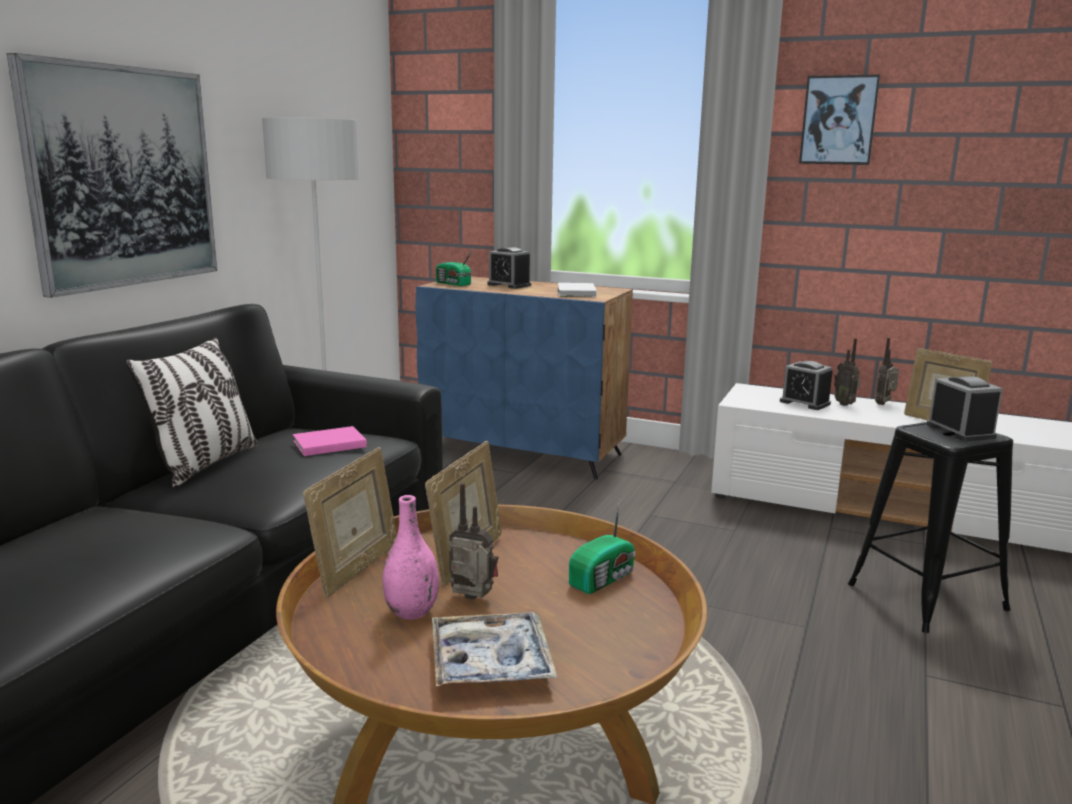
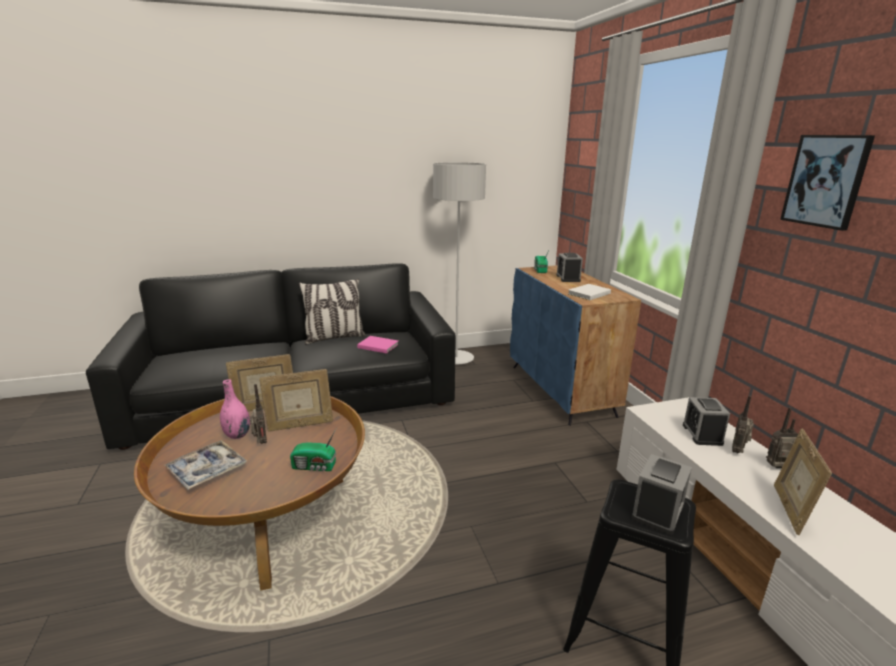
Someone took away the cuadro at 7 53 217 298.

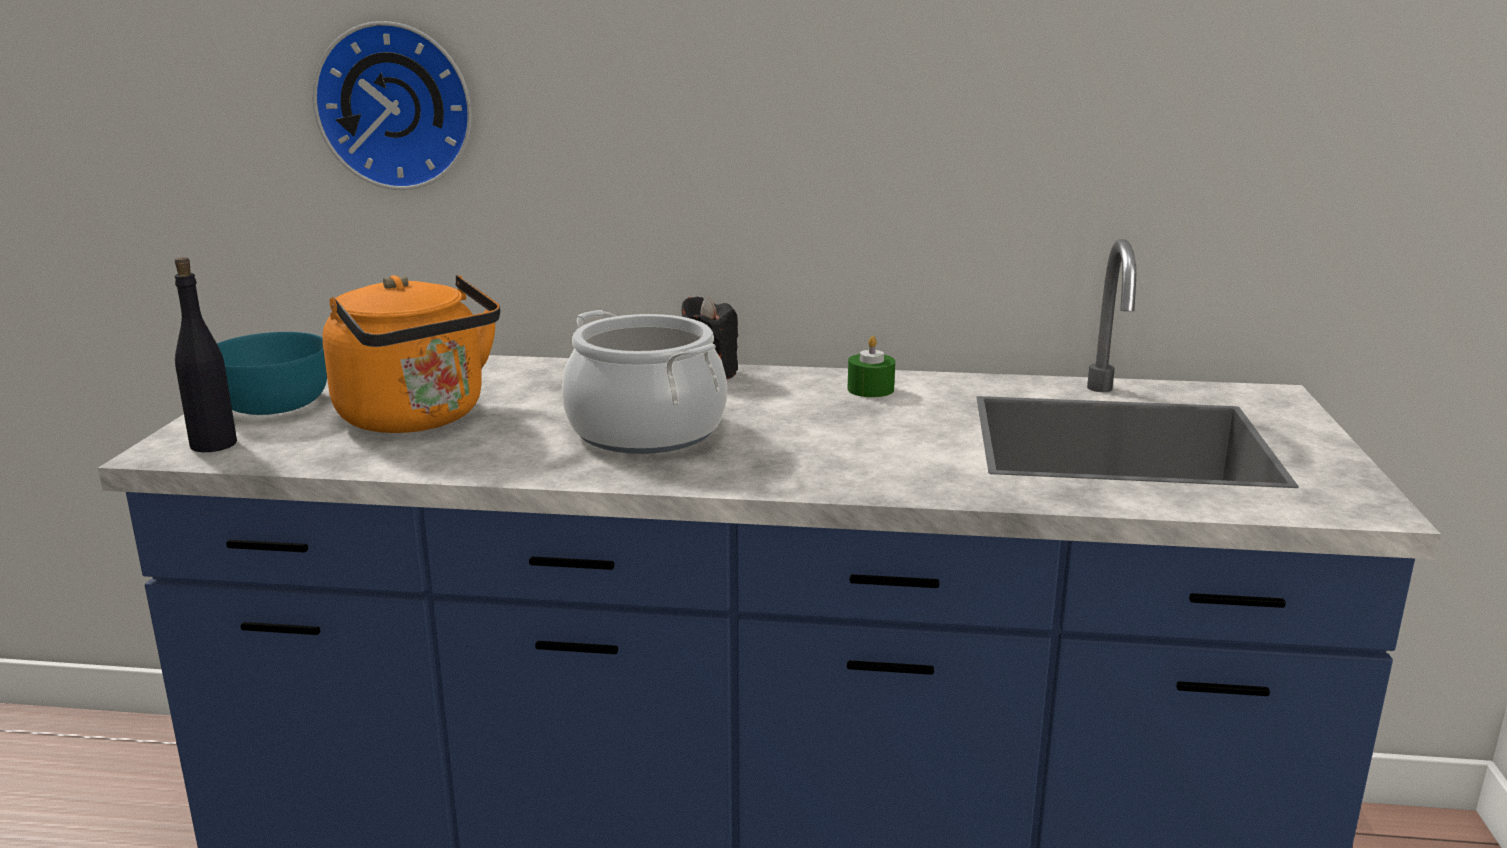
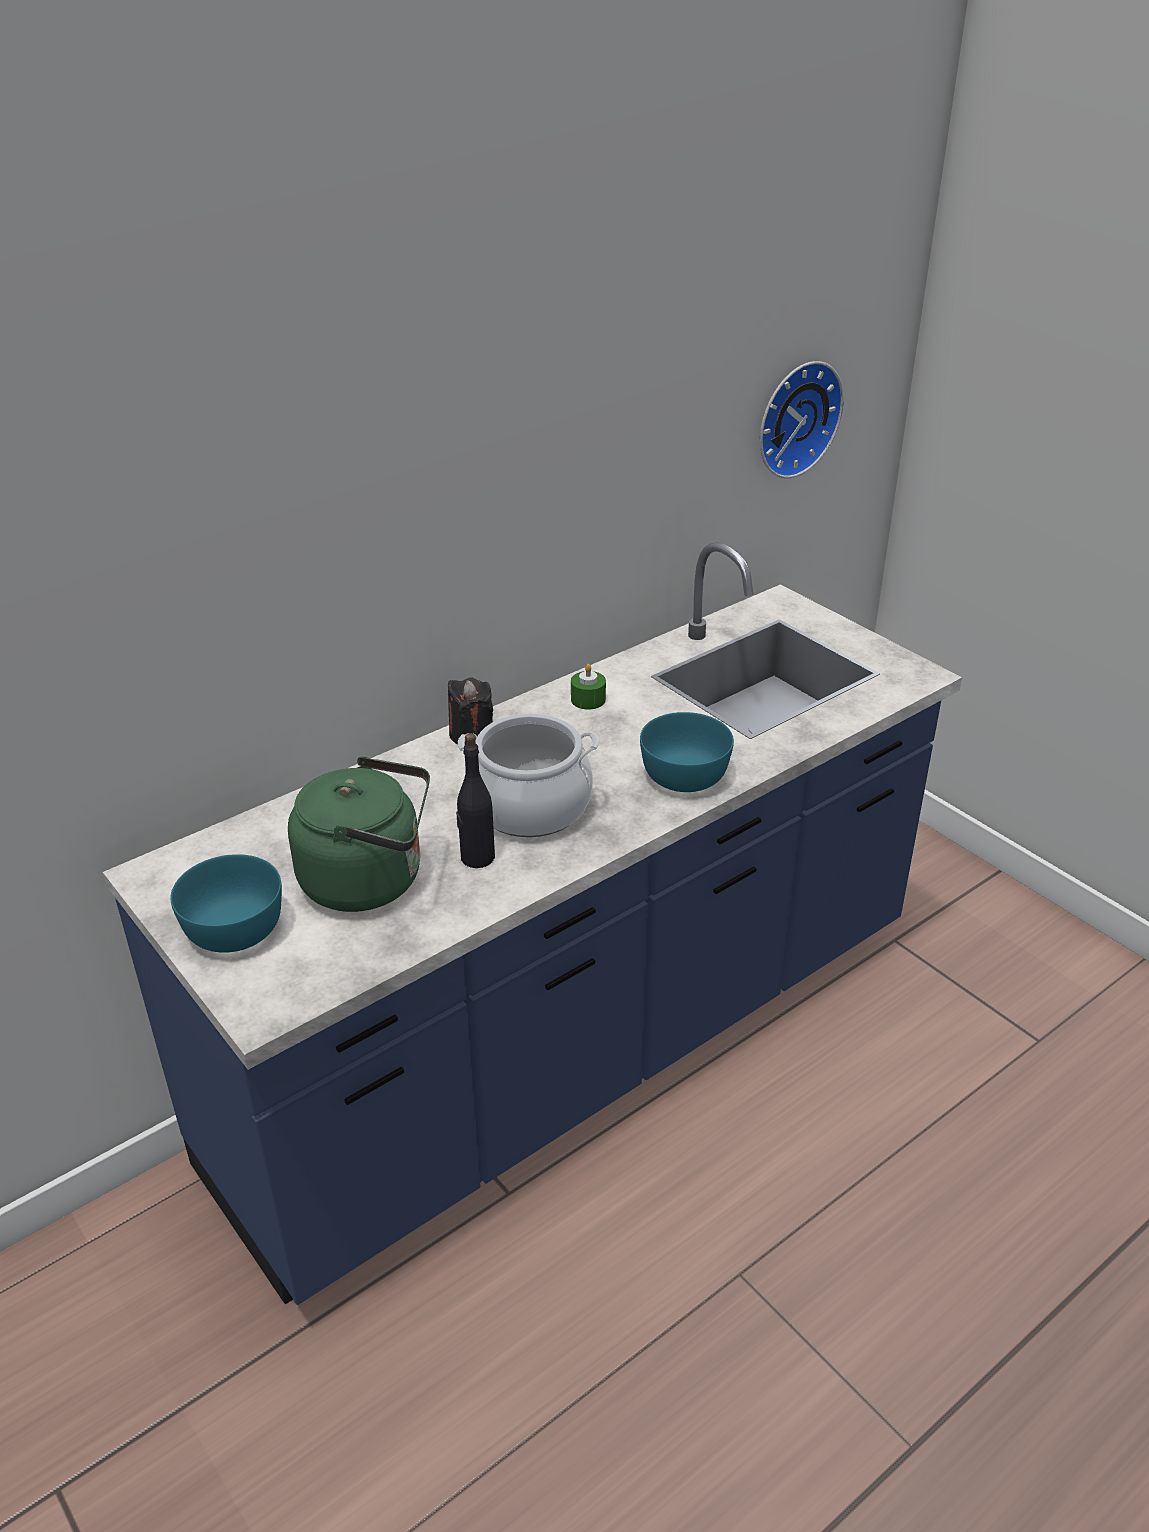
Someone repainted the hervidor/naranja at 322 275 500 433, which became the hervidor/verde at 288 756 430 912.
Someone carried the botella/negro from 175 257 237 452 to 456 733 495 868.
Someone put down the cuenco/turquesa at 640 712 734 792.
Someone carried the reloj de pared from 313 21 472 190 to 760 361 844 478.

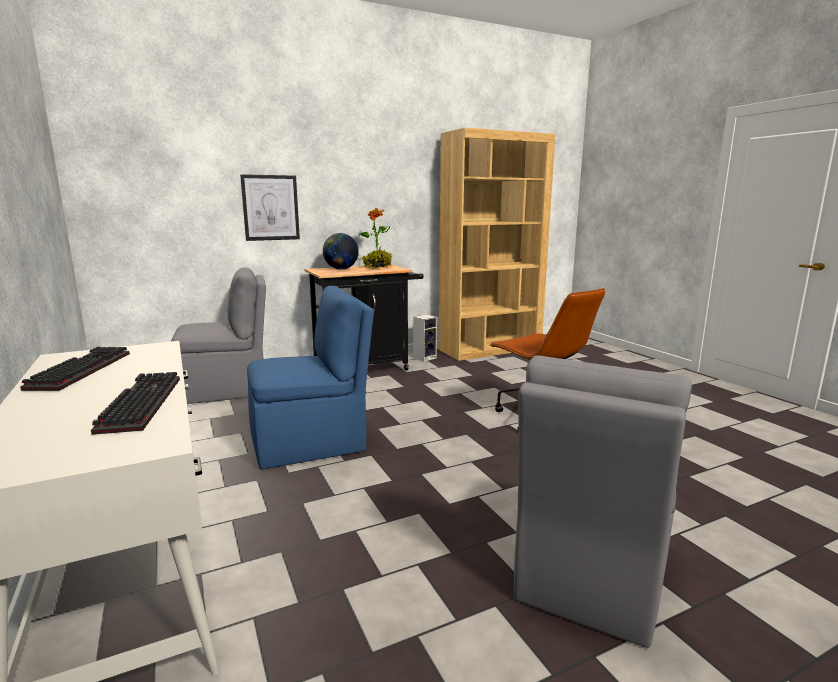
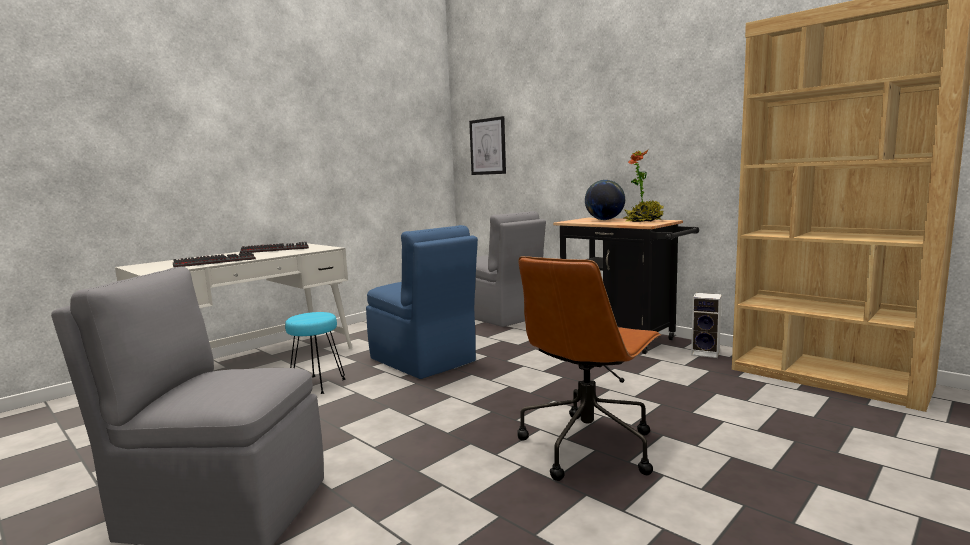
Someone put down the taburete/turquesa at 285 312 346 394.
Someone carried the cuadro from 240 174 300 241 to 469 116 506 175.

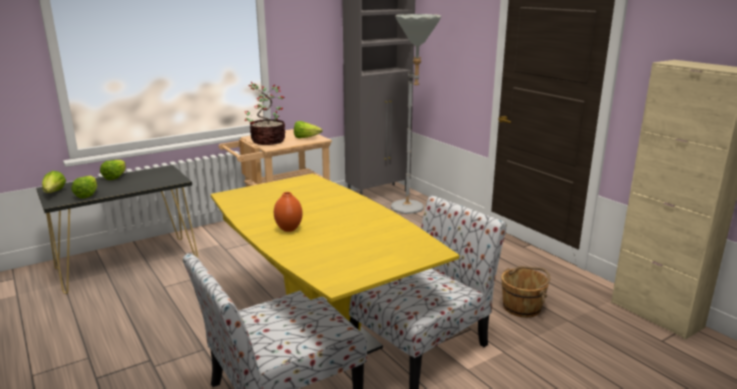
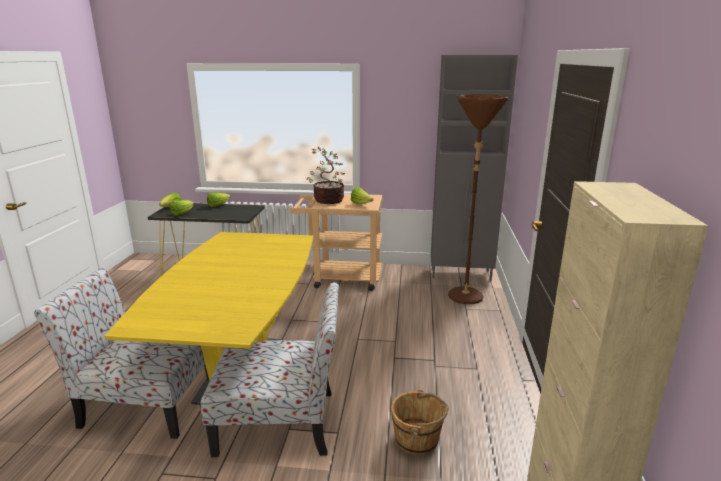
Someone repainted the lámpara de pie/gris at 391 14 441 214, which became the lámpara de pie/marrón at 448 94 508 304.
Someone took away the florero/naranja at 274 192 303 232.

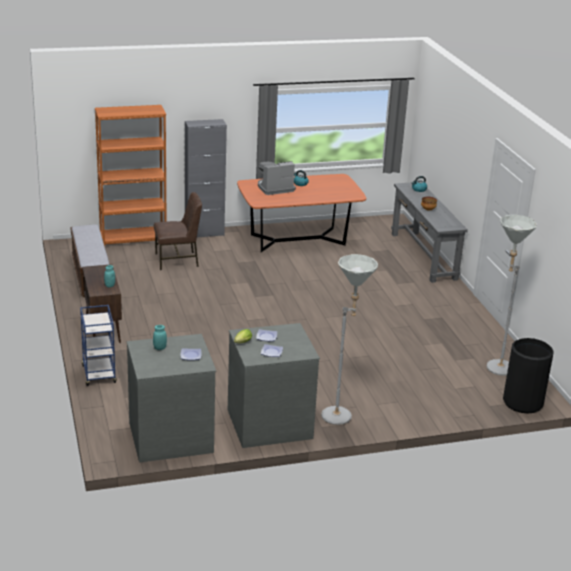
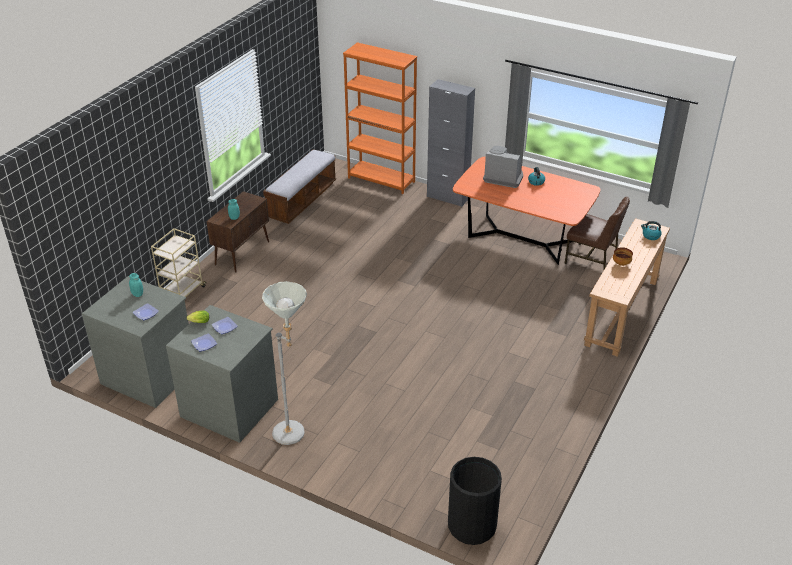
Someone repainted the carrito/azul at 80 305 117 386, which became the carrito/beis at 151 228 206 297.
Someone carried the silla/marrón from 154 192 202 270 to 565 197 630 271.
Someone repainted the mesa consola/gris at 391 183 468 283, which became the mesa consola/marrón at 584 218 670 357.
Someone took away the lámpara de pie/gris at 487 215 537 376.

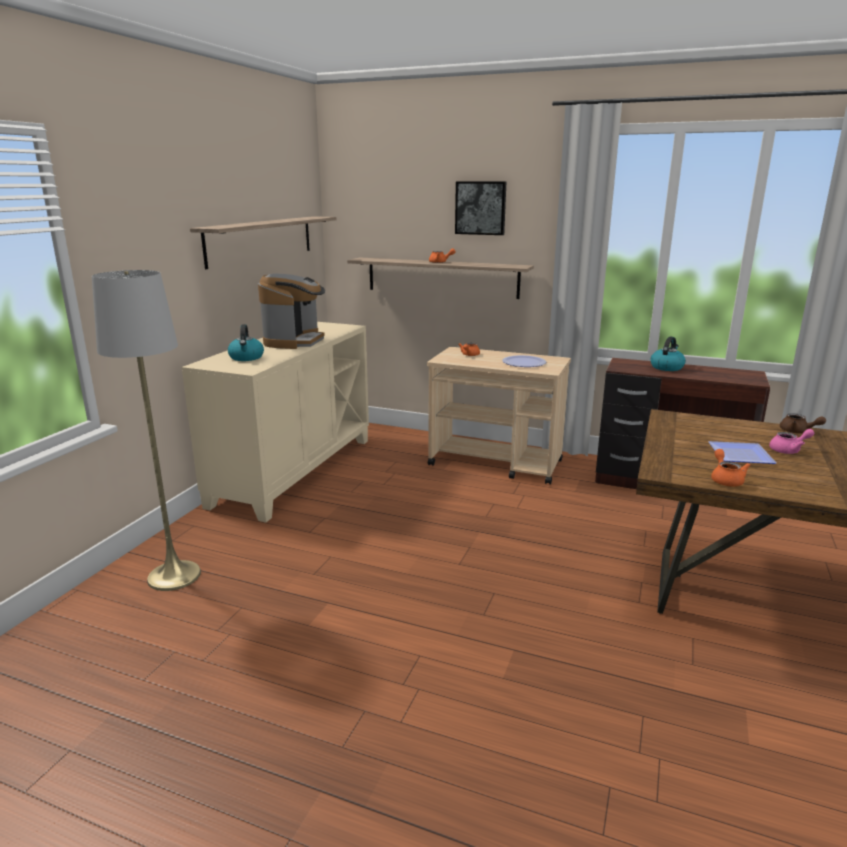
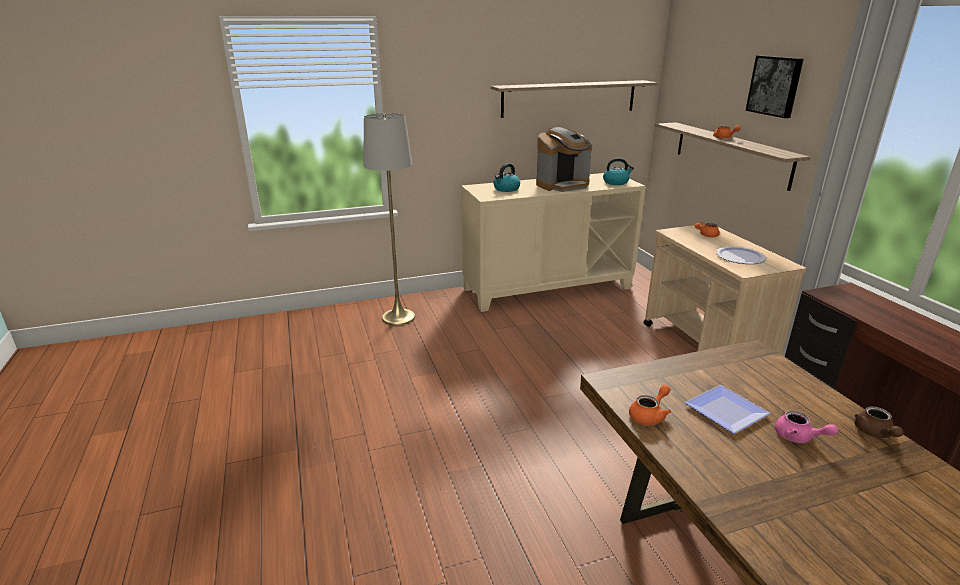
Someone carried the hervidor from 651 337 686 371 to 603 158 634 185.

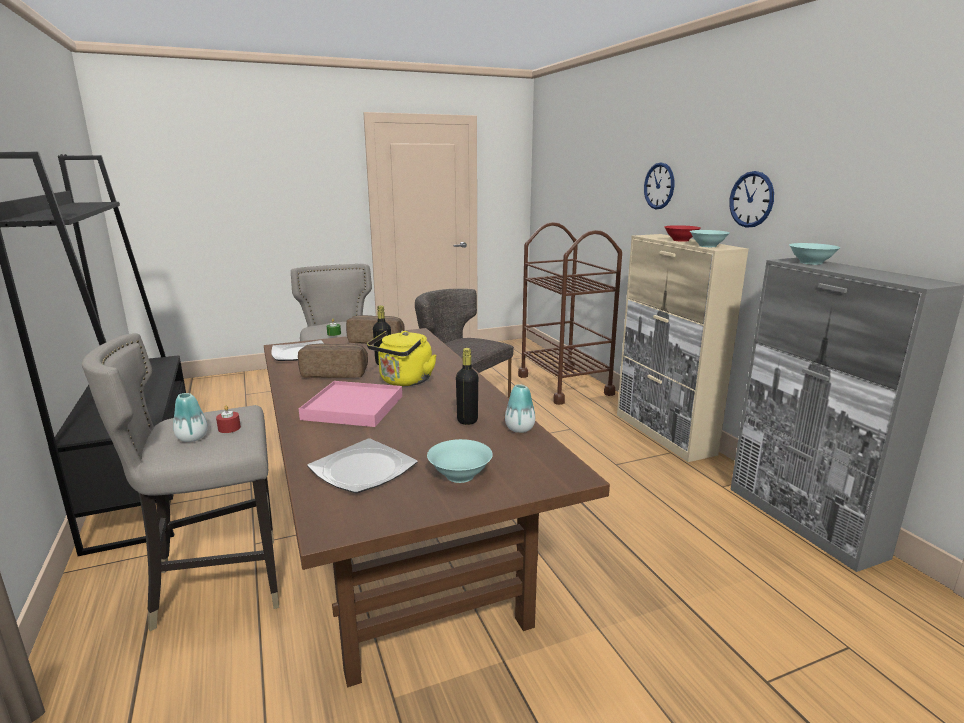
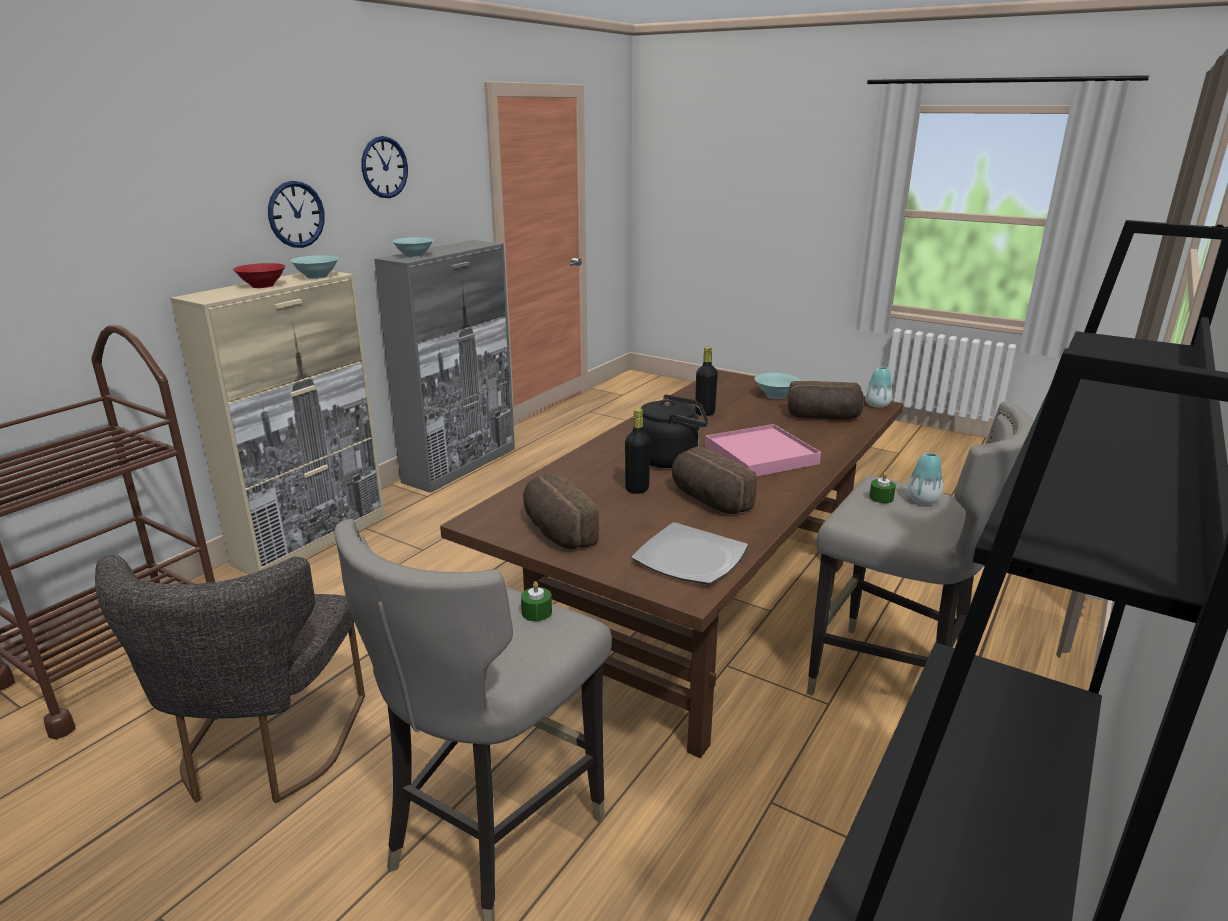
Someone carried the reloj de pared from 644 163 674 209 to 362 136 408 198.
Someone repainted the hervidor/amarillo at 367 331 437 386, which became the hervidor/negro at 641 395 708 468.
Someone swapped the plato at 307 438 418 493 for the pan at 787 381 864 419.
Someone carried the florero from 505 384 535 433 to 865 367 892 408.
Someone repainted the vela/rojo at 216 405 241 433, which became the vela/verde at 869 472 896 503.

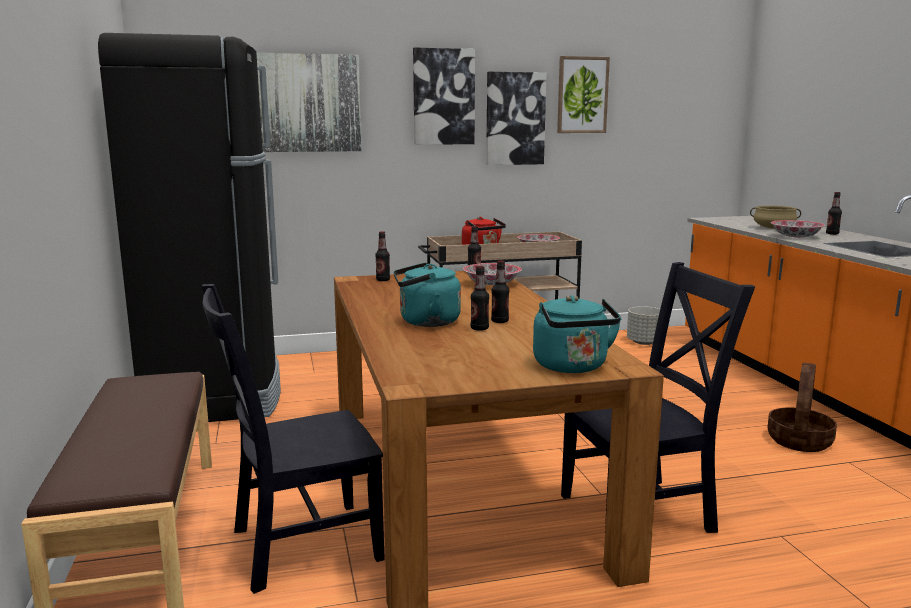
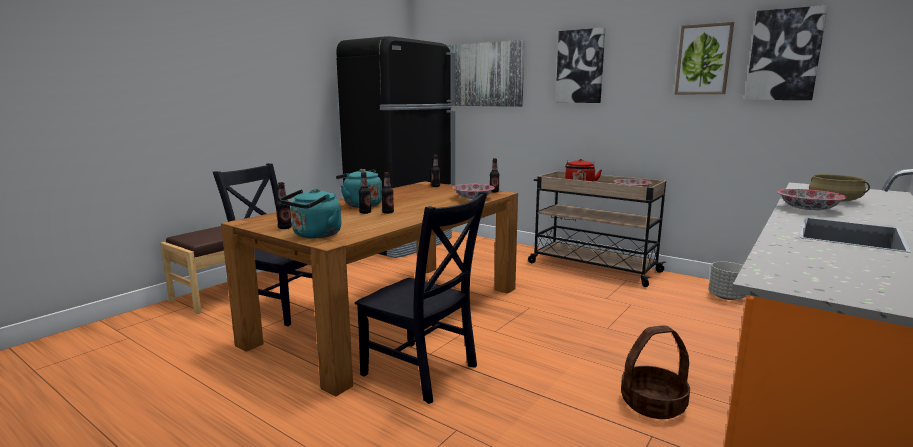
Someone carried the botella from 826 192 842 235 to 276 182 292 229.
Someone carried the cuadro from 486 72 546 165 to 745 5 828 100.

